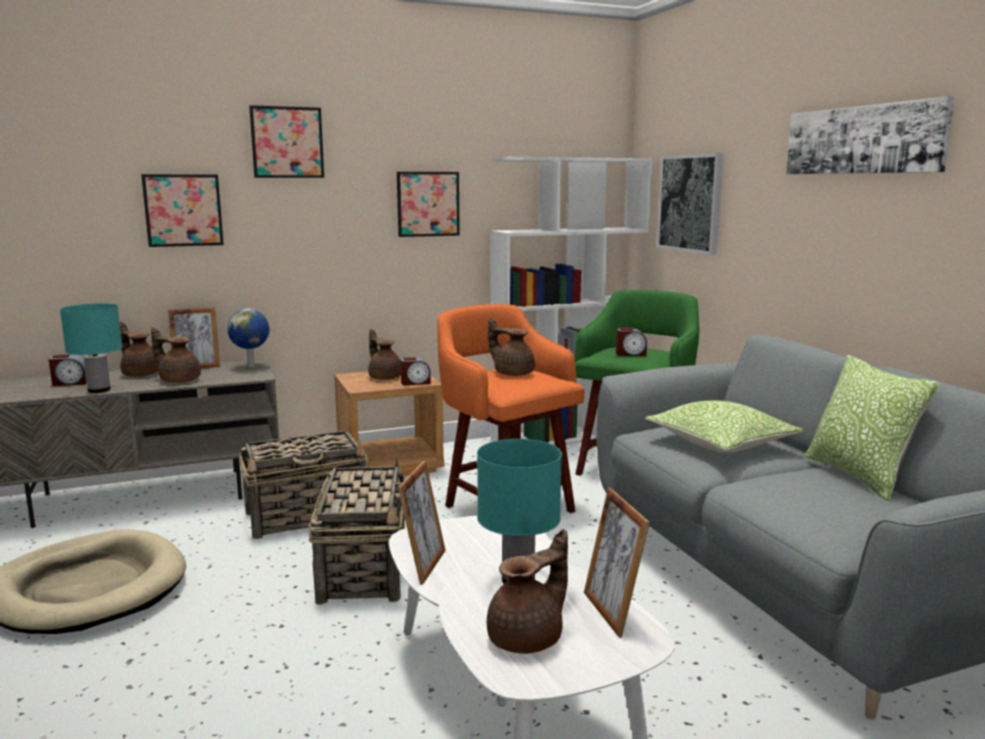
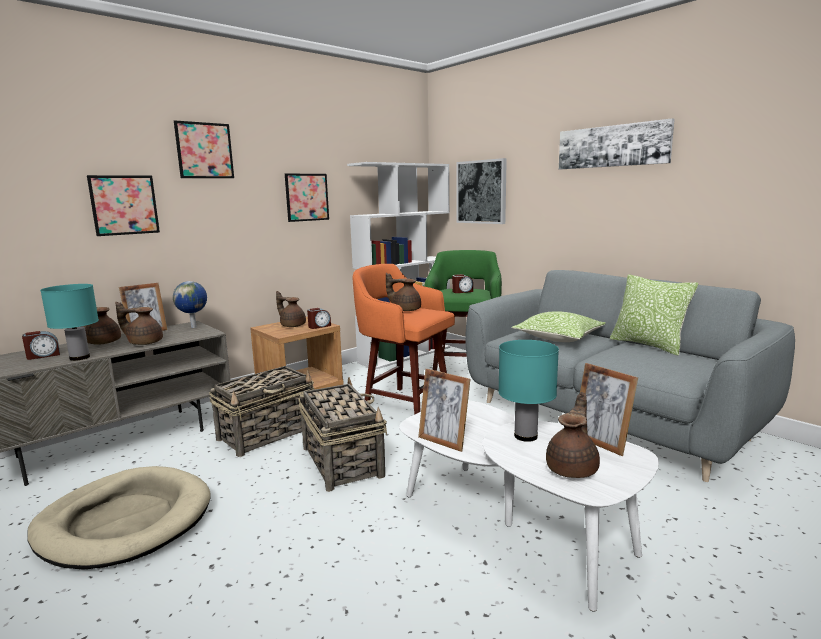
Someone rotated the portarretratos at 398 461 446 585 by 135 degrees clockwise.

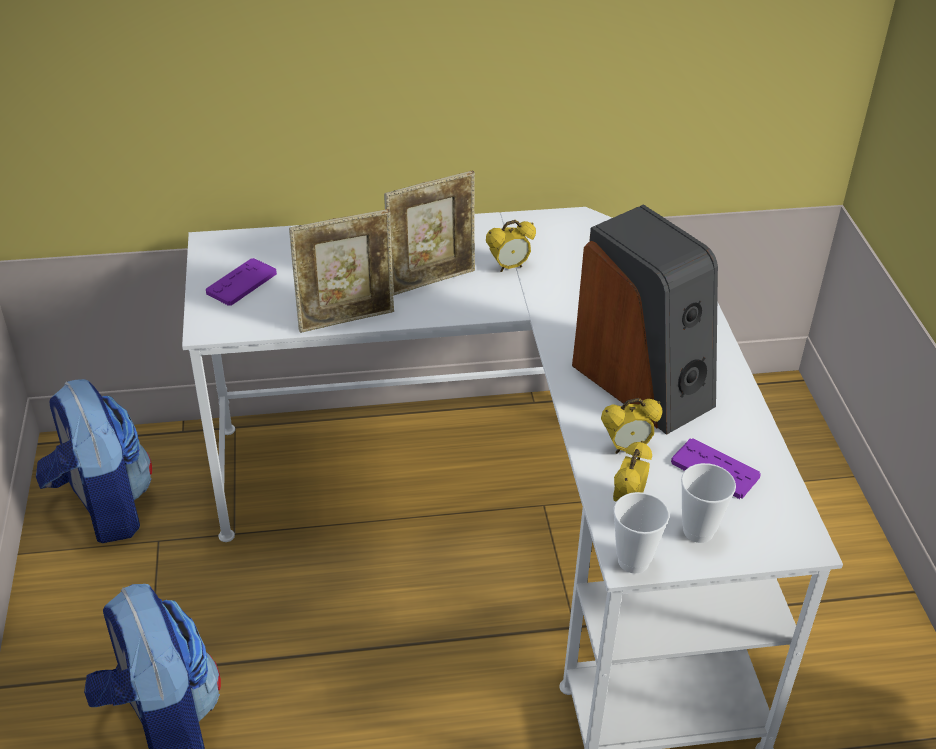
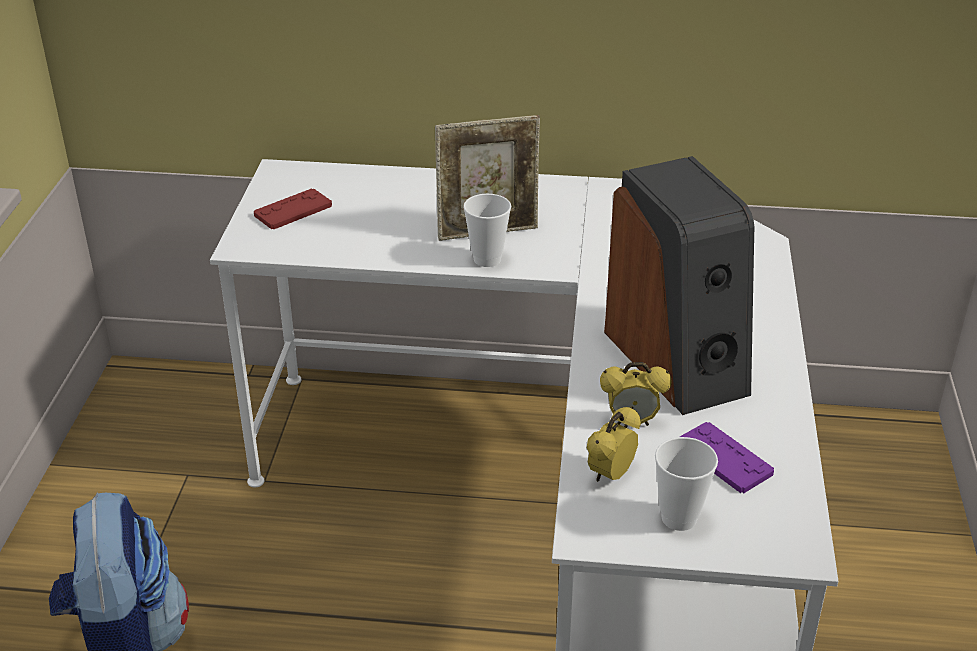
Someone repainted the mando de consola/morado at 206 258 277 306, which became the mando de consola/rojo at 254 188 332 229.
Someone carried the taza from 613 492 669 574 to 463 194 511 267.
Someone took away the mochila at 36 379 152 543.
Someone took away the portarretratos at 289 209 394 333.
Someone took away the despertador at 486 220 536 272.

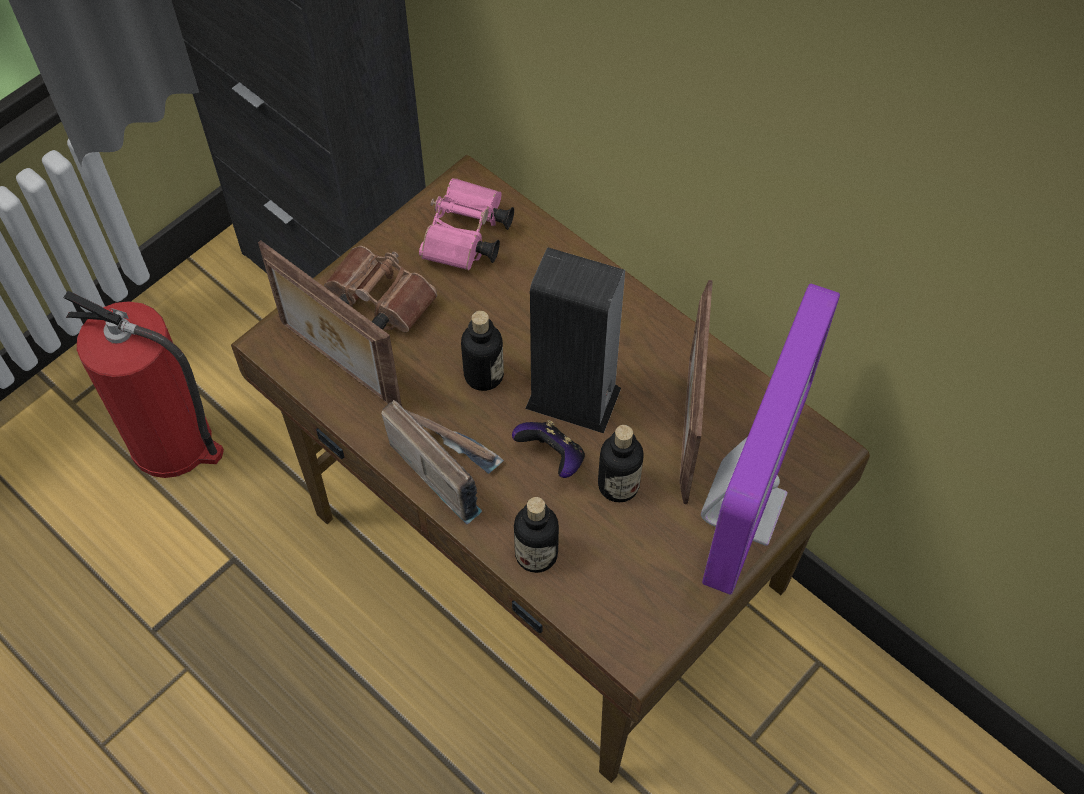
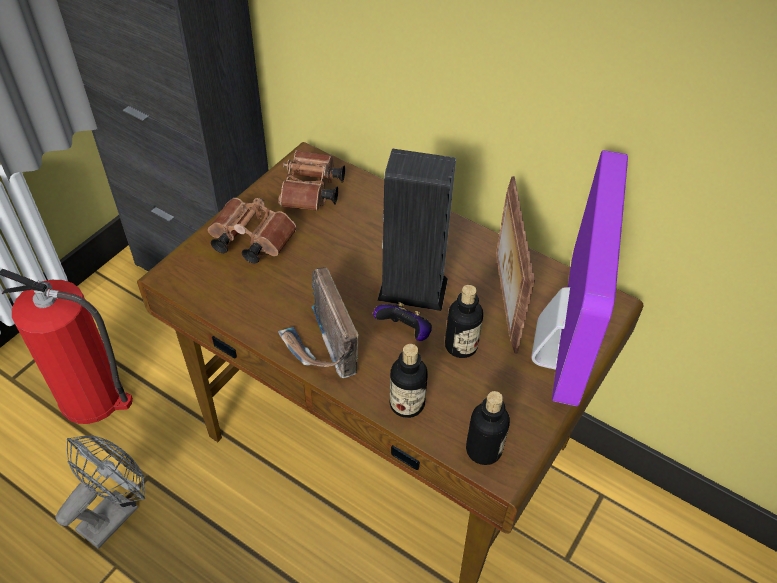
Someone put down the ventilador/gris at 56 435 145 549.
Someone repainted the prismáticos/rosa at 419 178 514 270, which became the prismáticos/marrón at 278 150 345 211.
Someone rotated the radio at 381 400 504 525 by 150 degrees counterclockwise.
Someone carried the botella from 461 311 504 391 to 466 391 510 465.
Someone took away the portarretratos at 258 240 402 406.

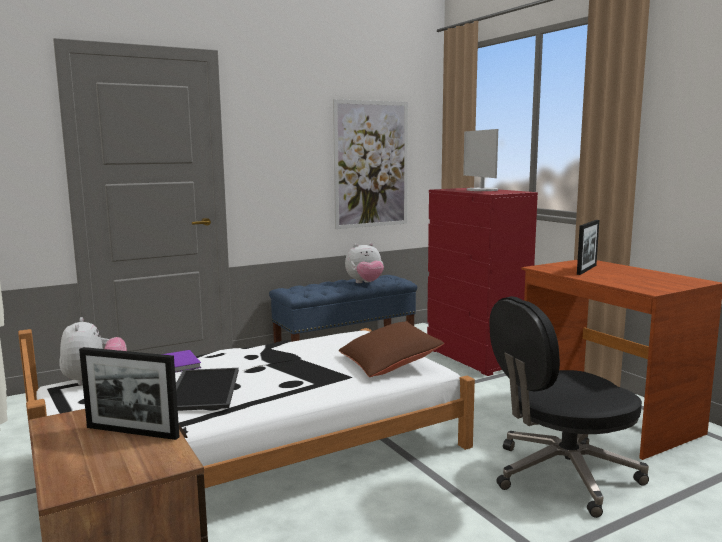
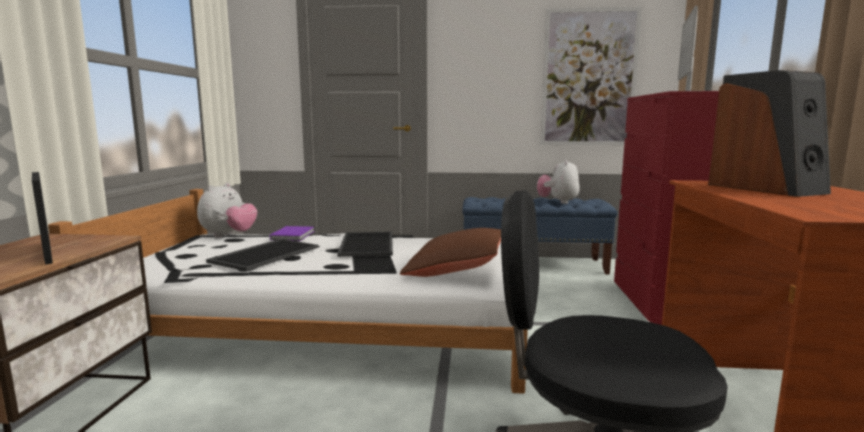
Someone put down the bandeja at 337 232 393 257.
Someone rotated the peluche at 345 243 384 283 by 90 degrees clockwise.
Someone swapped the portarretratos at 577 220 599 275 for the altavoz at 708 70 831 197.

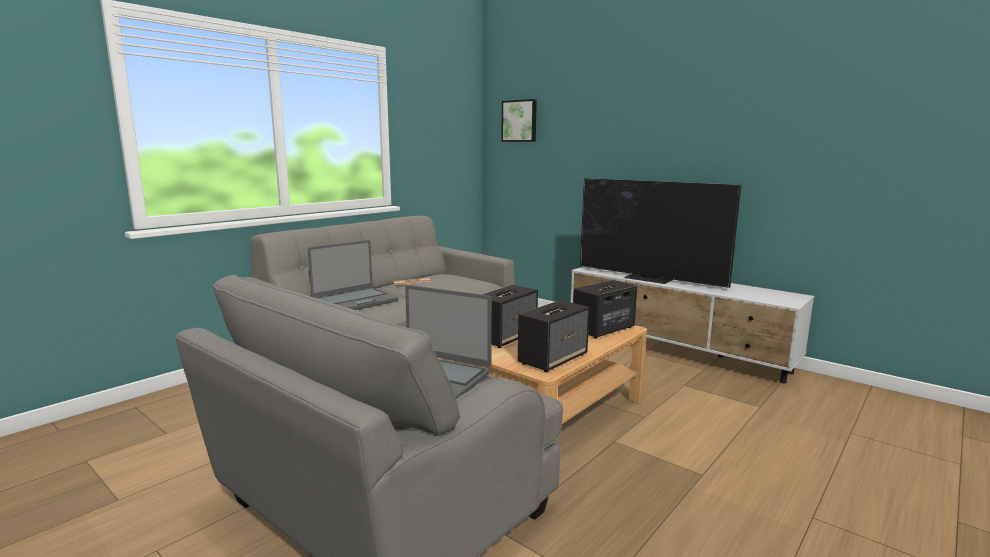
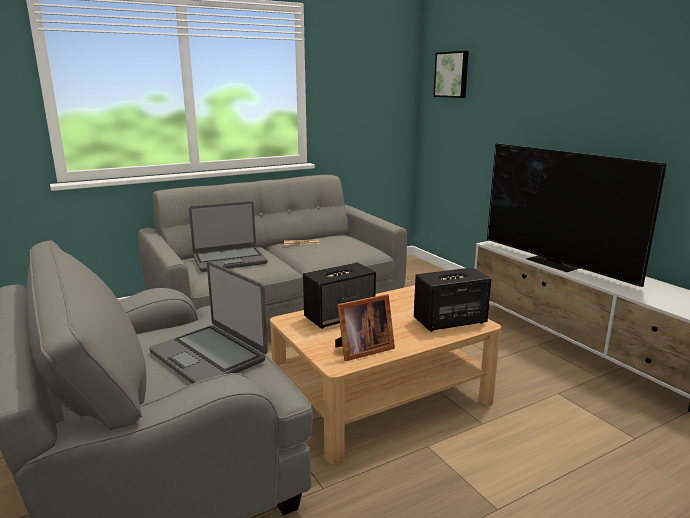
Someone swapped the altavoz at 518 300 589 372 for the portarretratos at 335 294 395 361.

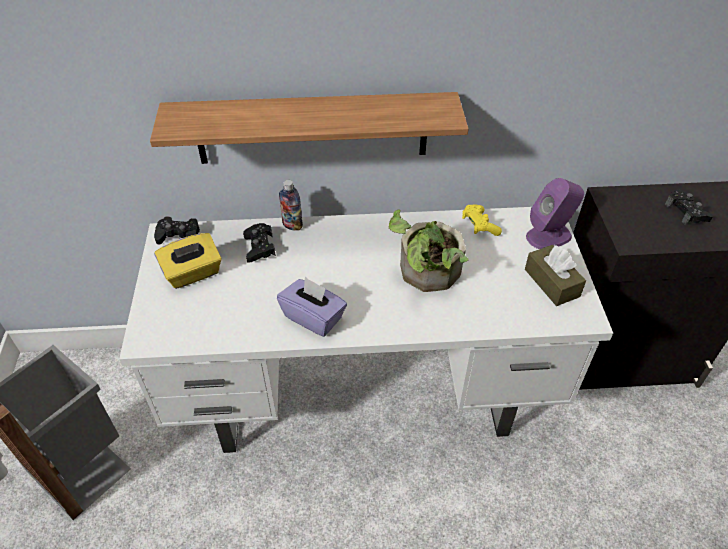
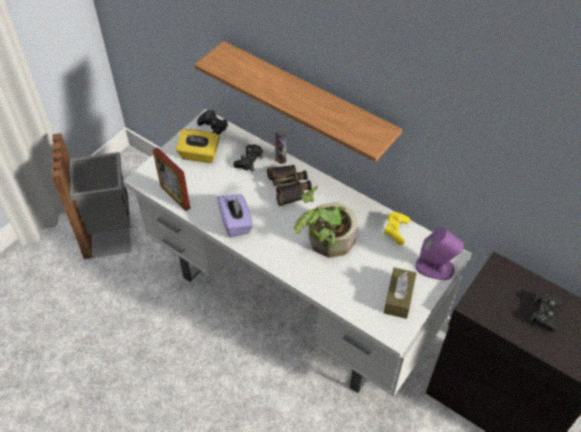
Someone put down the portarretratos at 153 147 190 211.
Someone put down the prismáticos at 267 165 312 206.

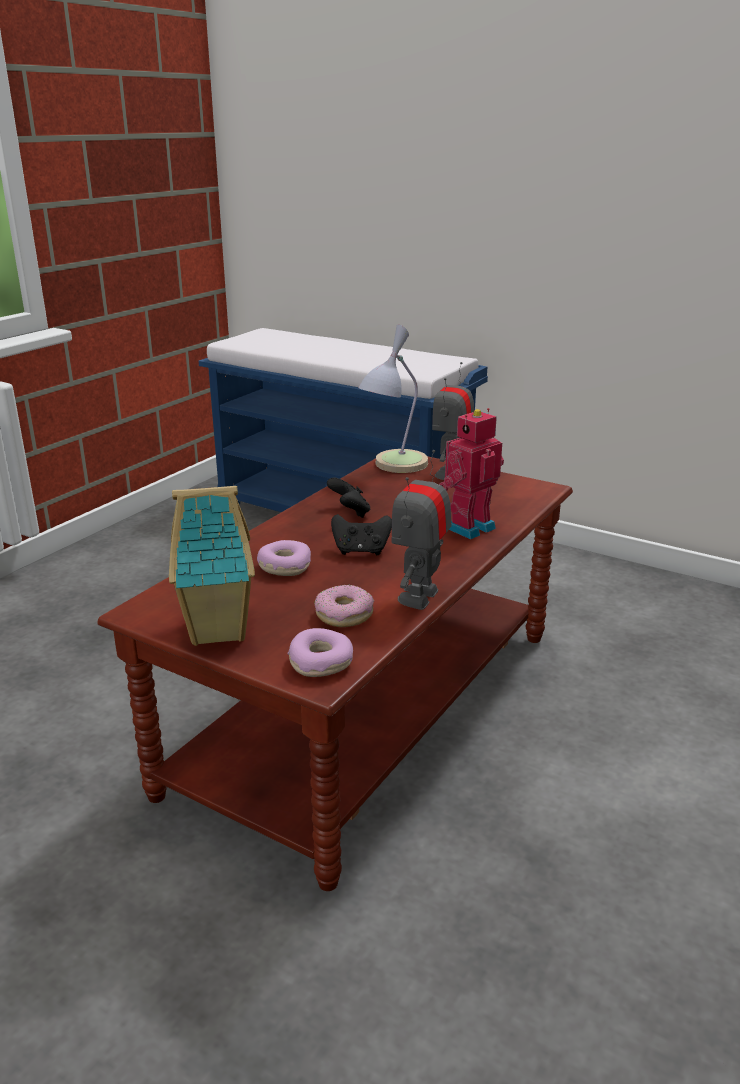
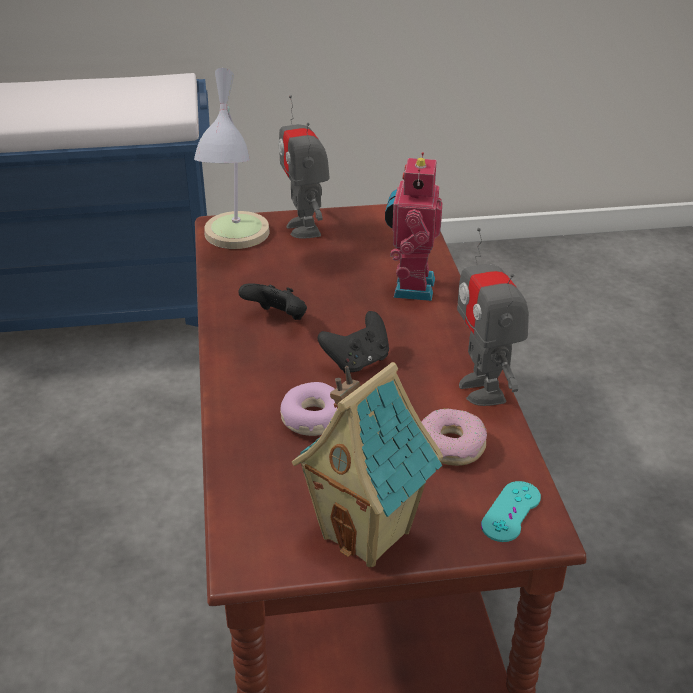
Someone swapped the rosquilla at 288 628 353 677 for the mando de consola/turquesa at 481 481 541 542.

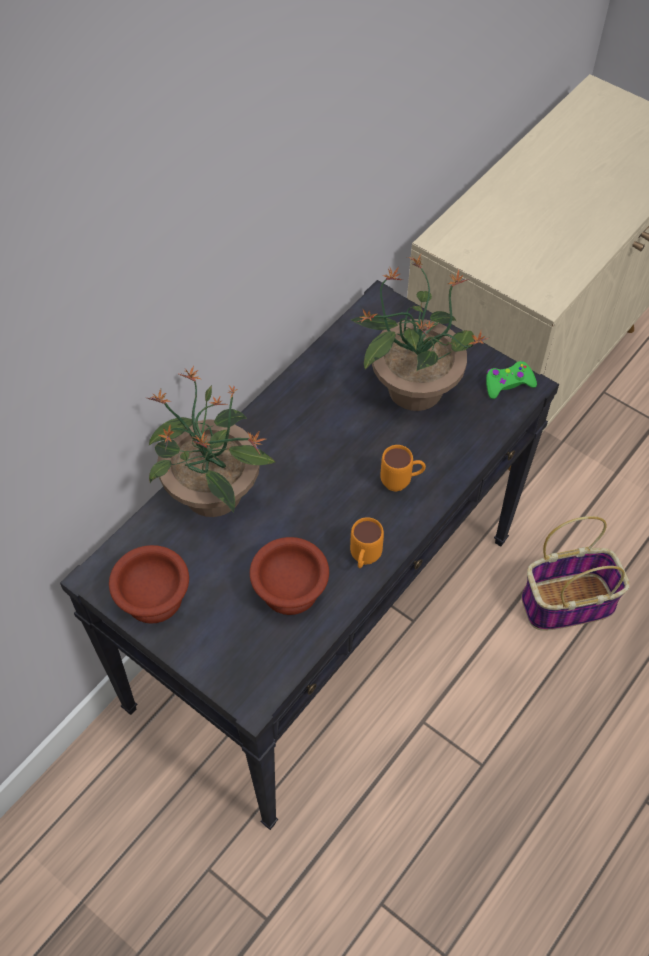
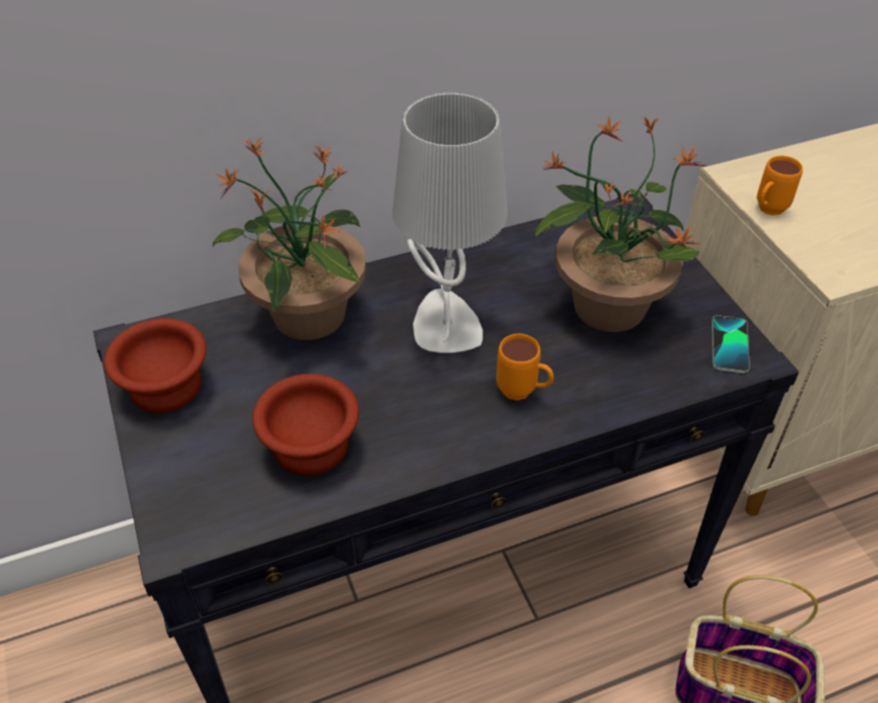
Someone put down the lámpara de mesa/gris at 392 92 508 353.
Someone swapped the mando de consola/verde at 486 361 537 399 for the móvil at 712 315 750 373.
Someone carried the taza grande/naranja from 350 517 384 568 to 757 156 803 216.

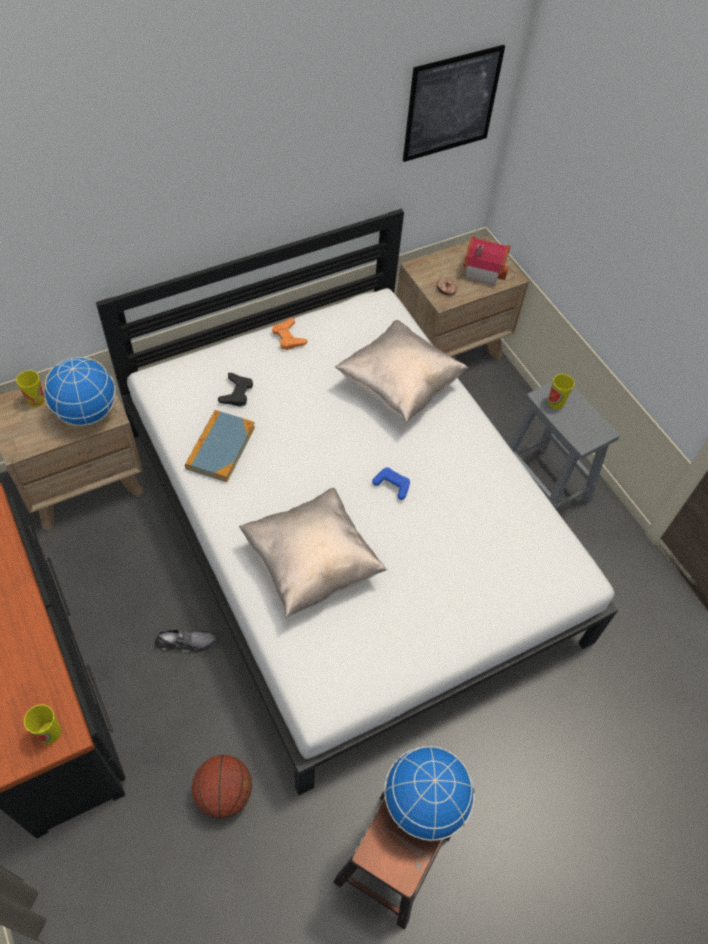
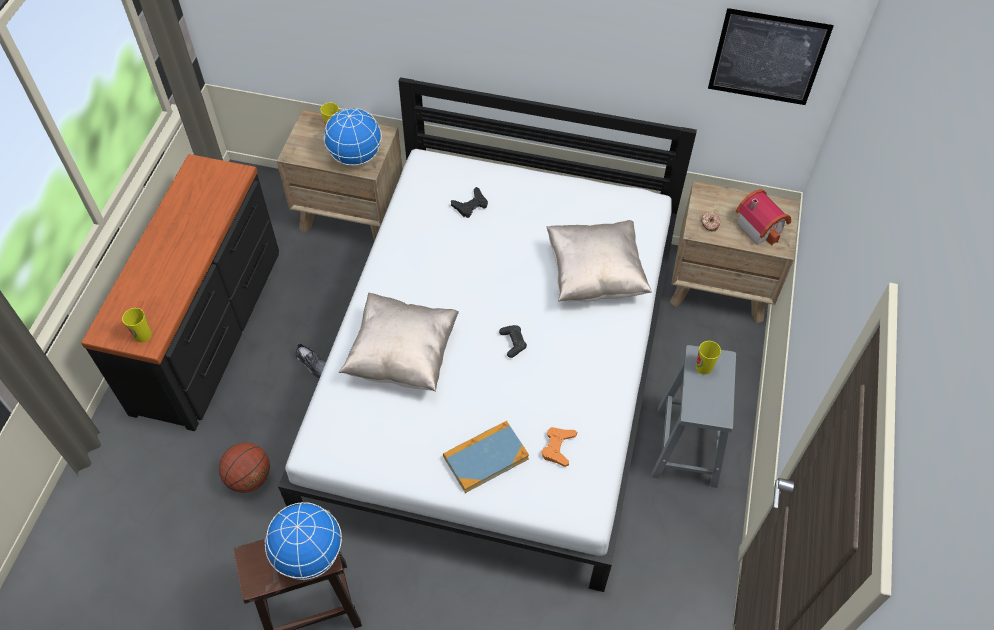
Someone carried the libro from 185 410 255 482 to 443 421 529 493.
Someone repainted the mando de consola/azul at 372 467 410 500, which became the mando de consola/negro at 499 325 527 358.
Someone carried the mando de consola/naranja from 272 318 307 350 to 542 427 577 467.

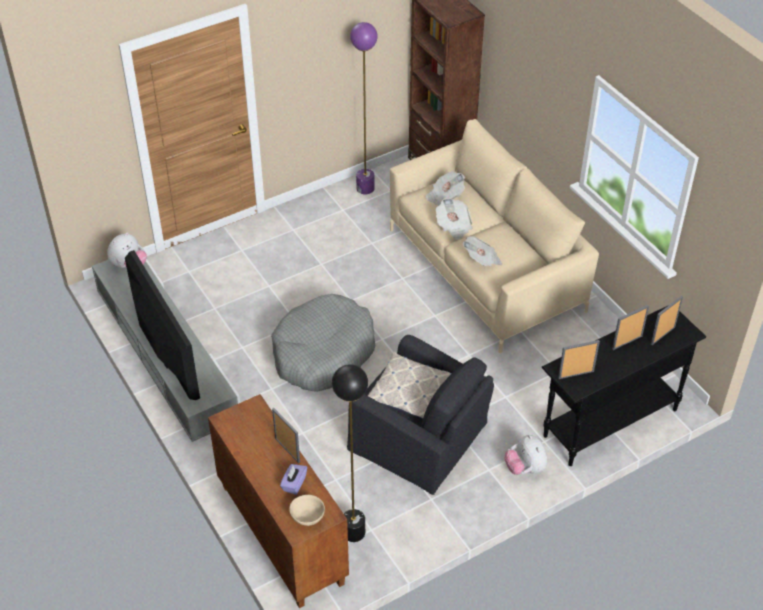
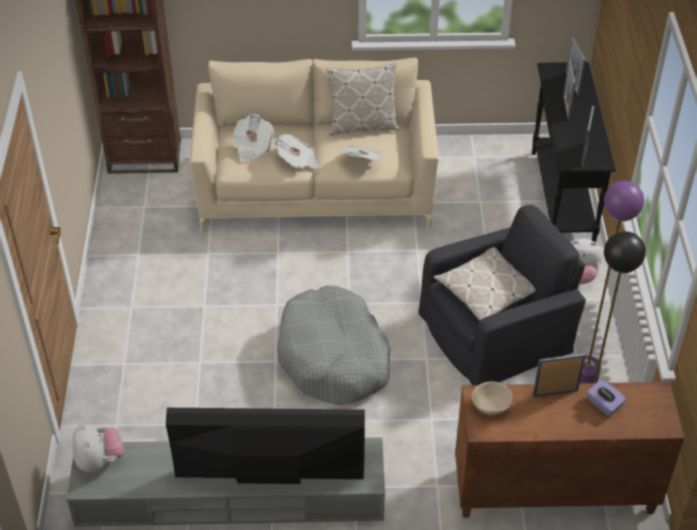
Someone put down the cojín at 327 63 399 136.
Someone carried the cuenco/beis from 289 495 325 526 to 472 382 512 415.
Someone carried the lámpara de pie/morado from 350 22 378 194 to 580 181 644 383.

